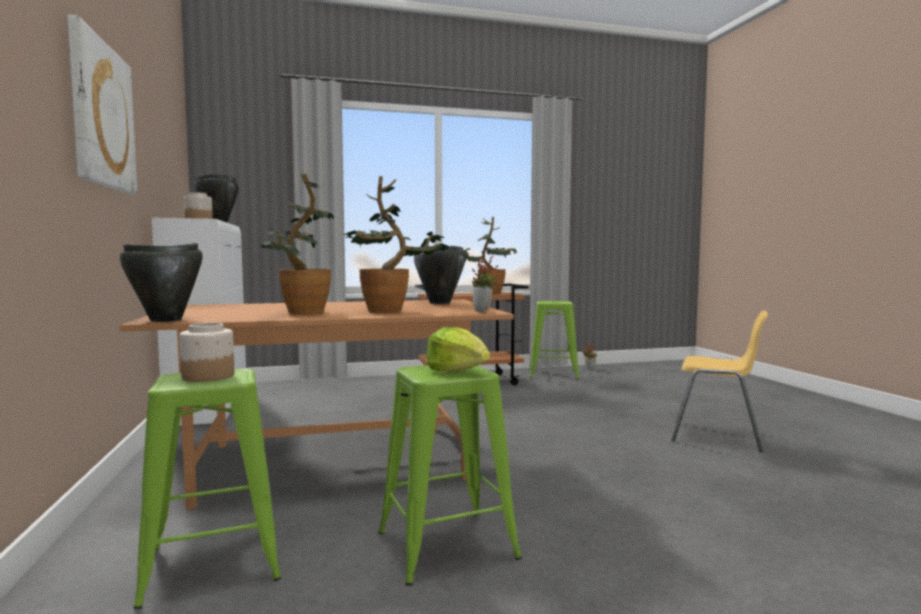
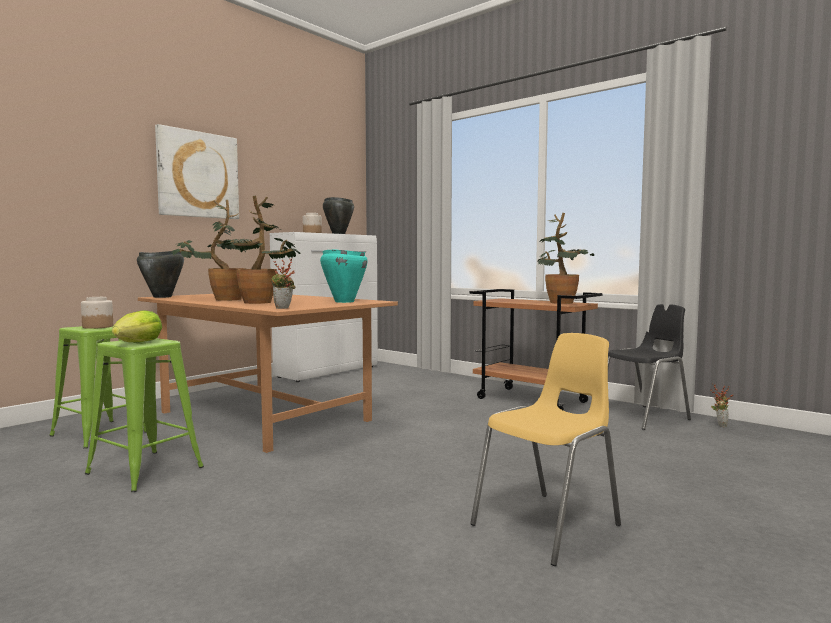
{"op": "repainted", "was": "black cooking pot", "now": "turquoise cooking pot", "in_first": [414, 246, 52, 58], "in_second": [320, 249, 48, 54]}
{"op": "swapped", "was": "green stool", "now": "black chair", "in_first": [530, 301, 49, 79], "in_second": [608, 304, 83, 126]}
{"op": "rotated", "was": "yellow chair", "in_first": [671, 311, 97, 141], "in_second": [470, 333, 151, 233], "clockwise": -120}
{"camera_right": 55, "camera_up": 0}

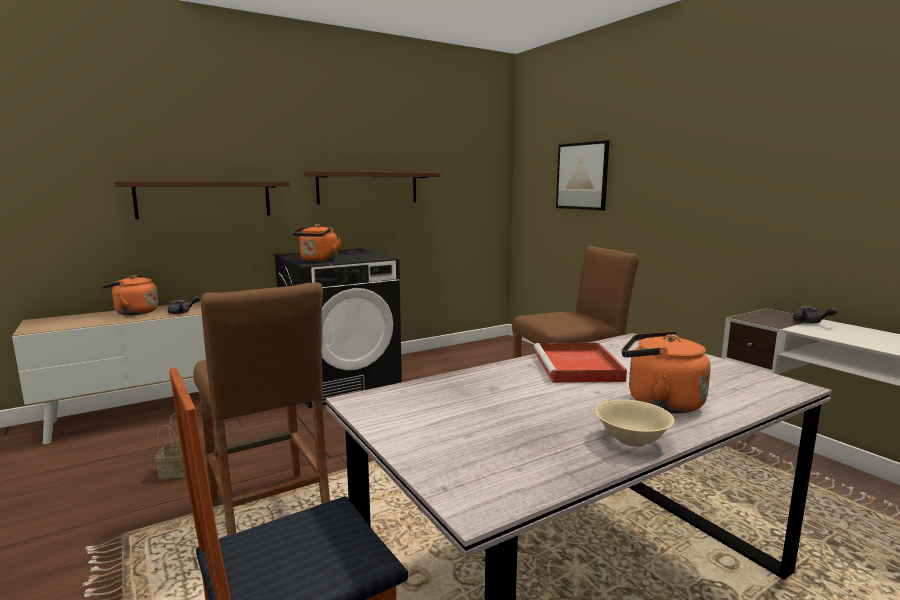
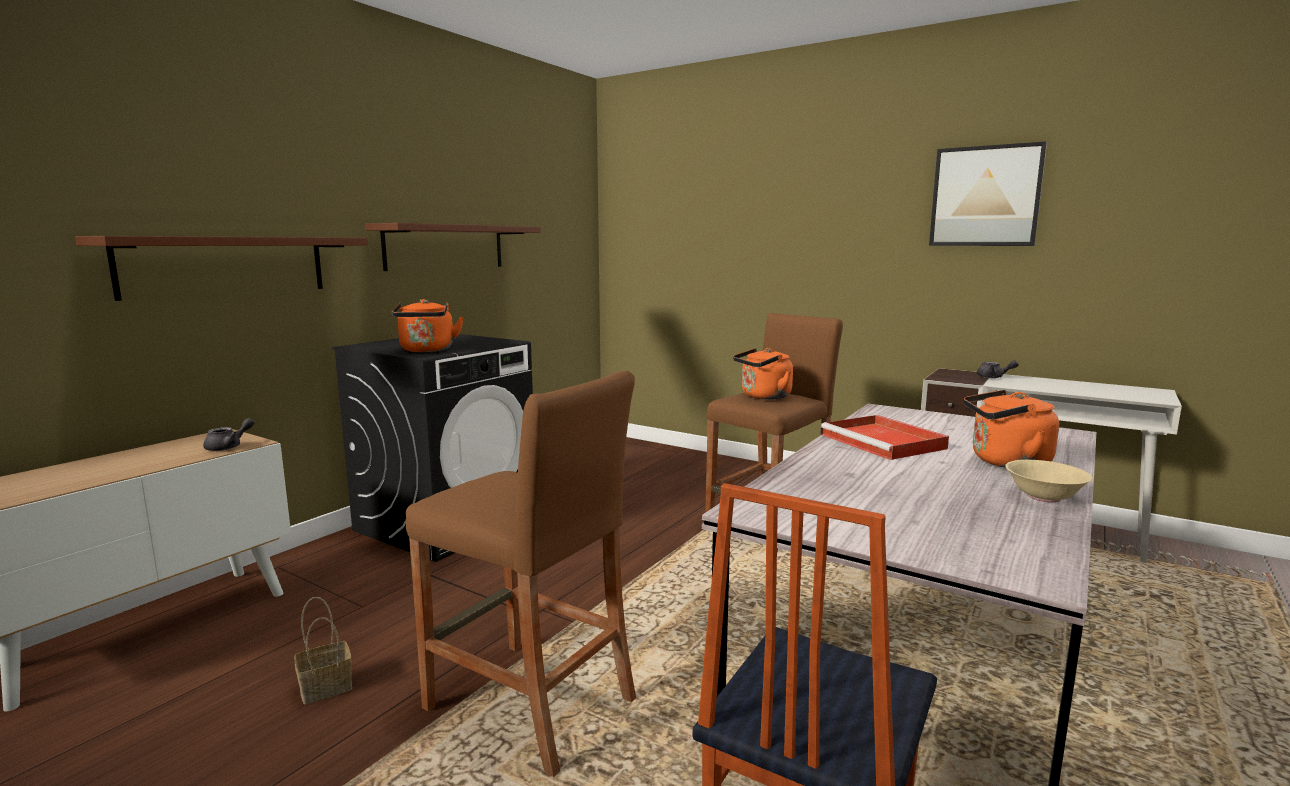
{"op": "shifted", "was": "orange kettle", "in_first": [102, 275, 57, 40], "in_second": [733, 348, 60, 52]}
{"op": "shifted", "was": "picture", "in_first": [556, 140, 53, 71], "in_second": [929, 141, 118, 105]}
{"camera_right": -25, "camera_up": 0}

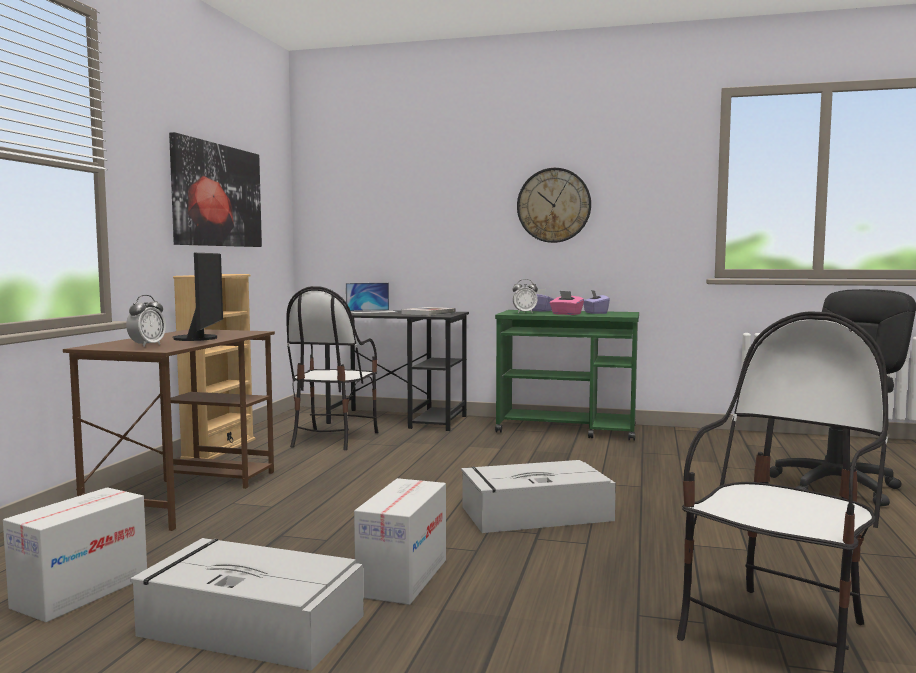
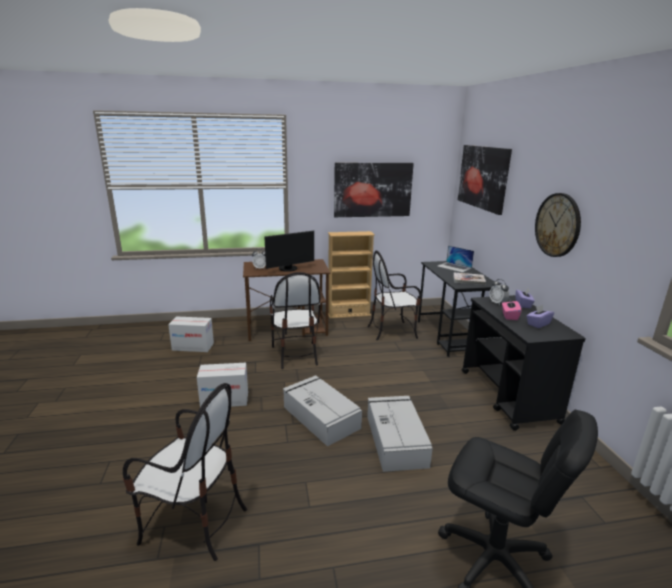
{"op": "shifted", "was": "grey storage box", "in_first": [131, 538, 233, 133], "in_second": [367, 396, 66, 76]}
{"op": "repainted", "was": "green cart", "now": "black cart", "in_first": [495, 310, 144, 131], "in_second": [462, 295, 124, 136]}
{"op": "new", "now": "chair", "in_second": [270, 272, 50, 97]}
{"op": "new", "now": "picture", "in_second": [458, 145, 54, 70]}
{"camera_right": 65, "camera_up": 15}

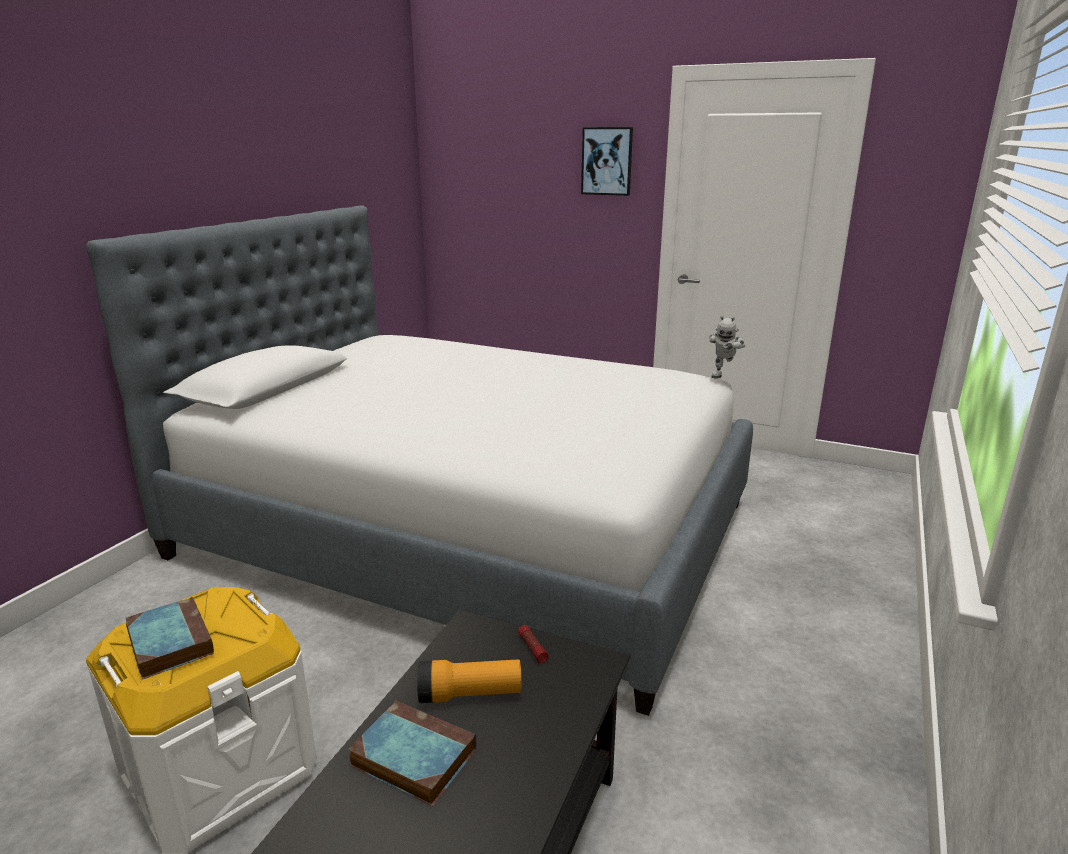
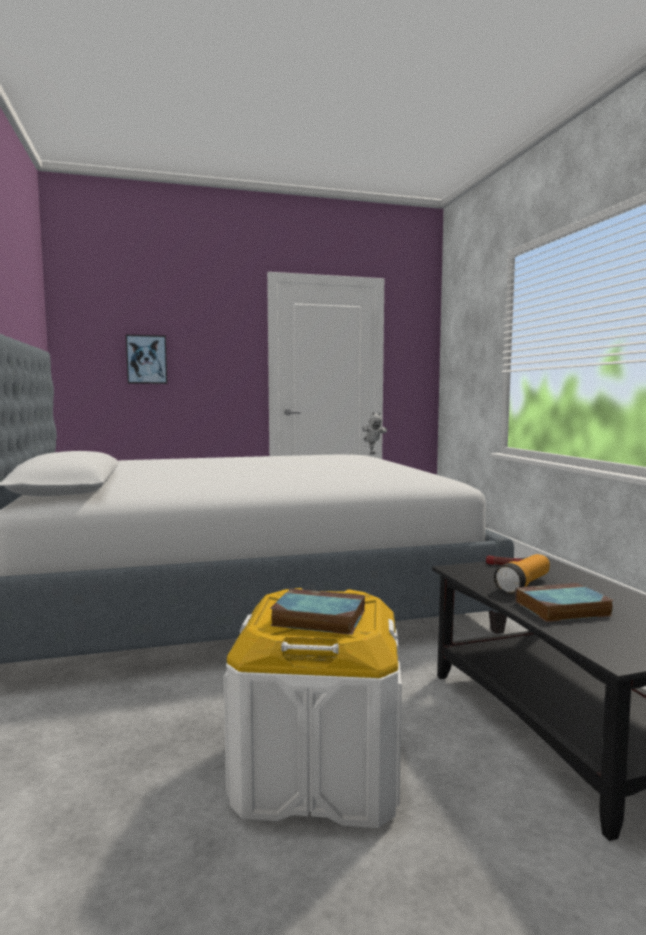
{"op": "shifted", "was": "picture", "in_first": [581, 127, 52, 69], "in_second": [126, 335, 41, 49]}
{"camera_right": -40, "camera_up": -15}

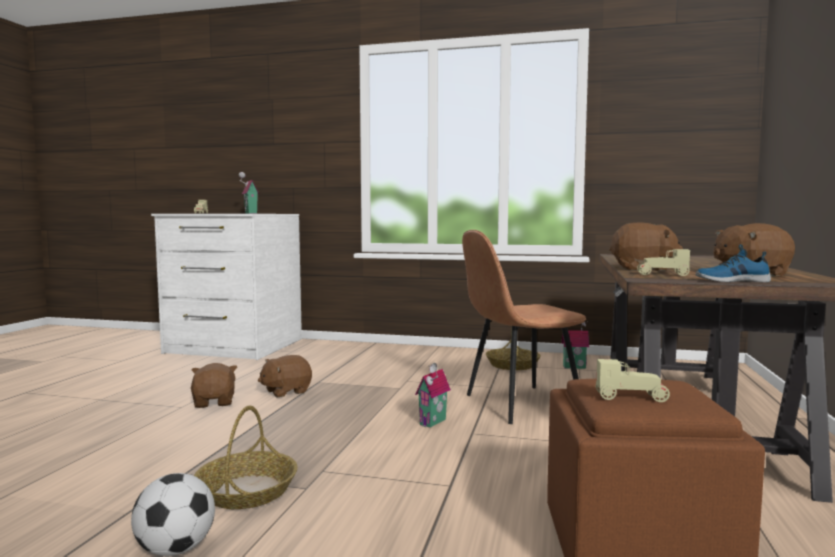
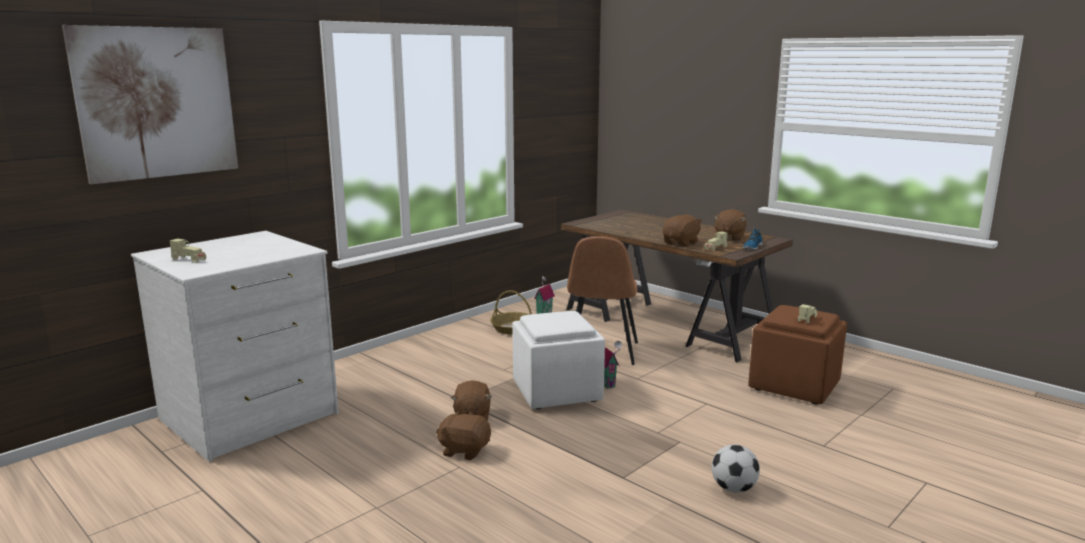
{"op": "gone", "was": "basket", "in_first": [194, 406, 104, 103]}
{"op": "gone", "was": "toy house", "in_first": [239, 172, 20, 42]}
{"op": "new", "now": "picture", "in_second": [62, 25, 176, 159]}
{"op": "new", "now": "white ottoman", "in_second": [513, 311, 92, 98]}
{"camera_right": -60, "camera_up": 10}

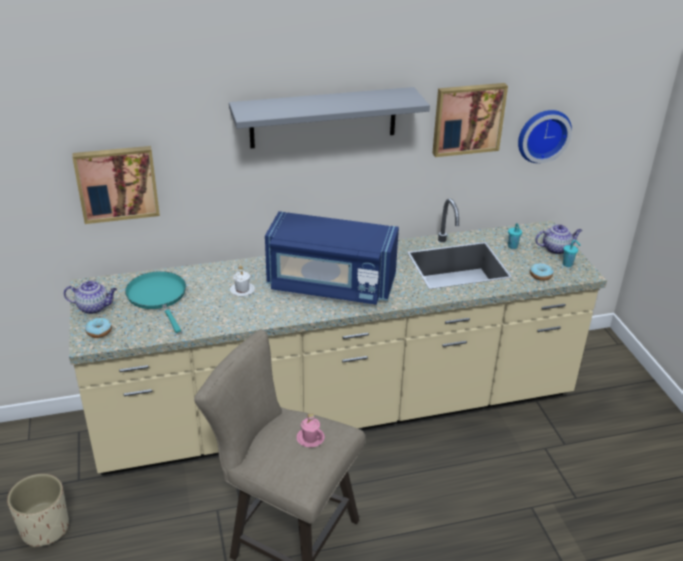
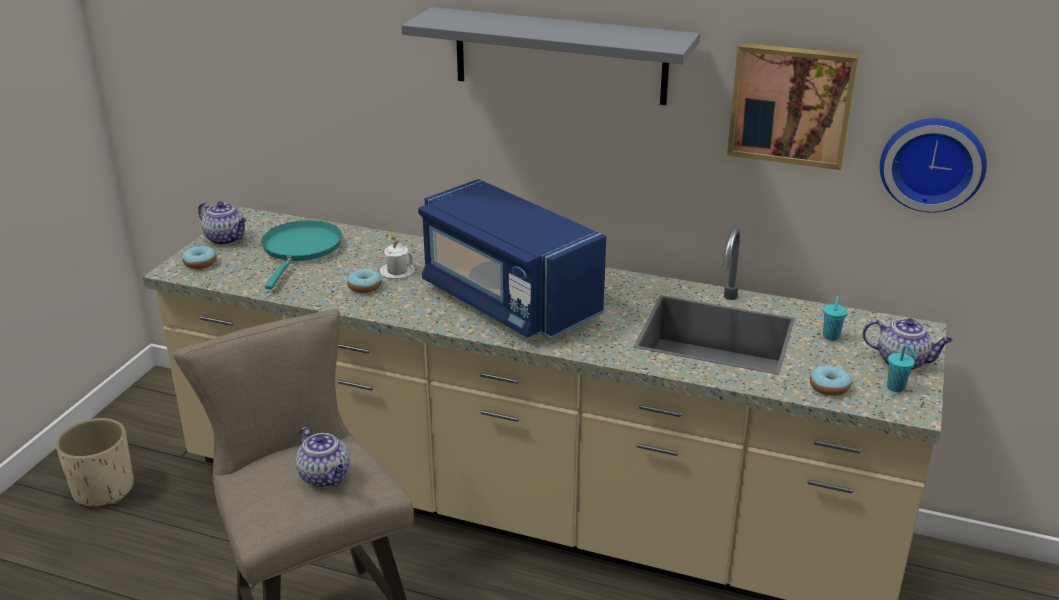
{"op": "gone", "was": "picture", "in_first": [72, 146, 88, 78]}
{"op": "swapped", "was": "pink mug", "now": "teapot", "in_first": [297, 413, 28, 34], "in_second": [296, 427, 54, 60]}
{"op": "new", "now": "donut", "in_second": [347, 268, 35, 25]}
{"camera_right": 35, "camera_up": -5}

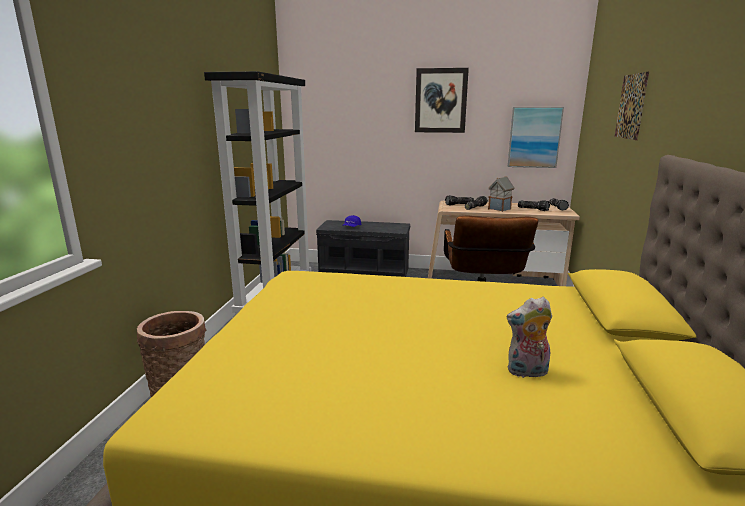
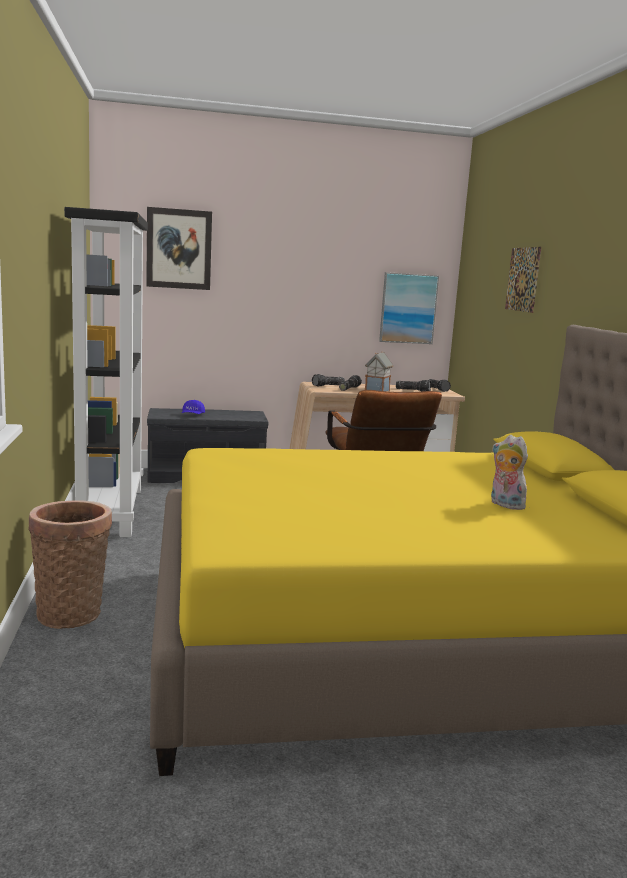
{"op": "shifted", "was": "picture", "in_first": [415, 68, 54, 65], "in_second": [146, 207, 66, 83]}
{"op": "rotated", "was": "plush toy", "in_first": [507, 297, 45, 81], "in_second": [491, 435, 37, 75], "clockwise": 75}
{"camera_right": -20, "camera_up": -5}

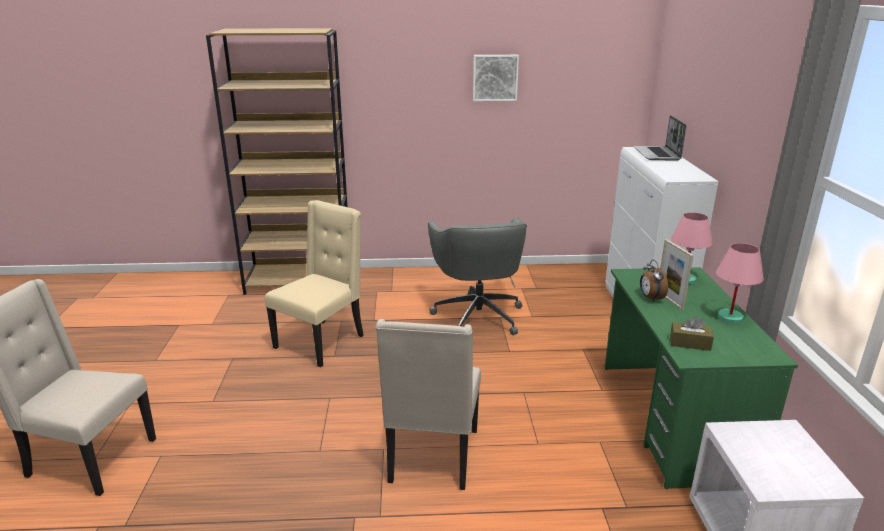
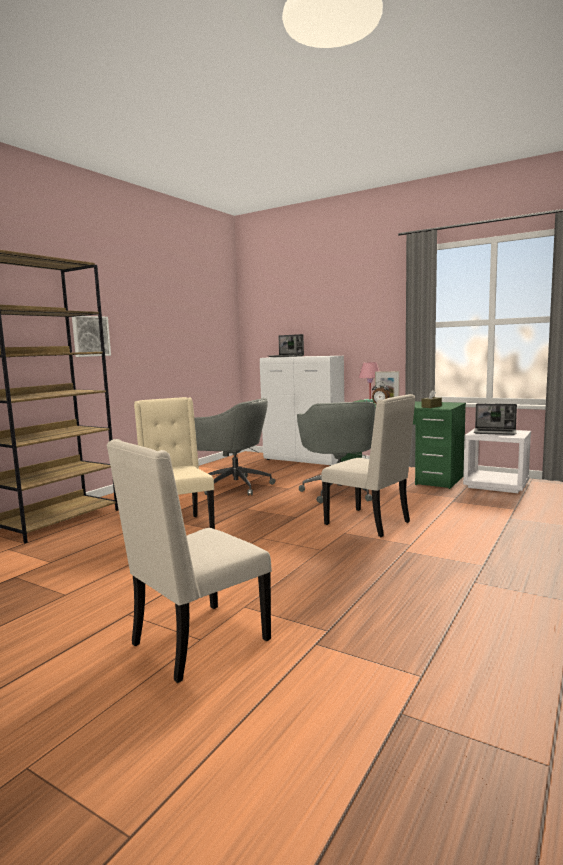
{"op": "shifted", "was": "picture", "in_first": [473, 55, 46, 46], "in_second": [72, 316, 39, 41]}
{"op": "gone", "was": "pink table lamp", "in_first": [716, 243, 48, 81]}
{"op": "new", "now": "grey office chair", "in_second": [297, 402, 79, 101]}
{"op": "new", "now": "laptop", "in_second": [474, 404, 43, 31]}
{"camera_right": -55, "camera_up": -15}

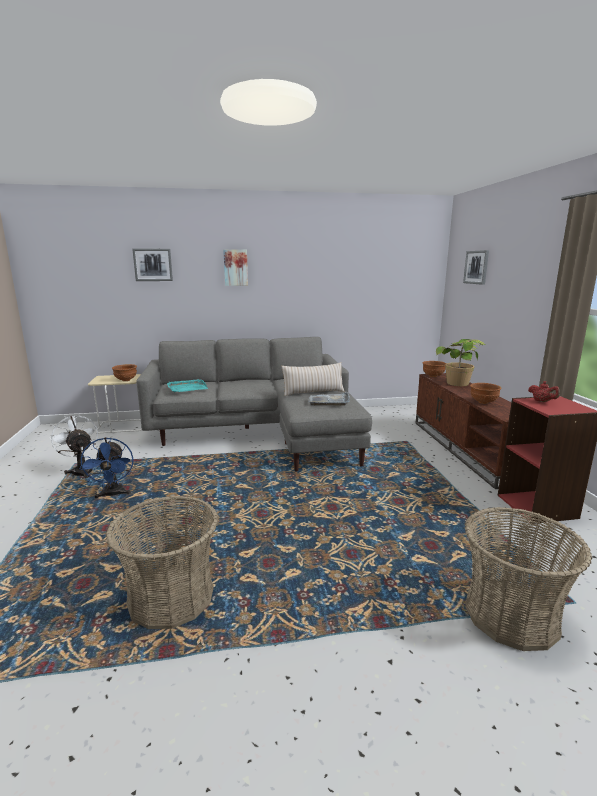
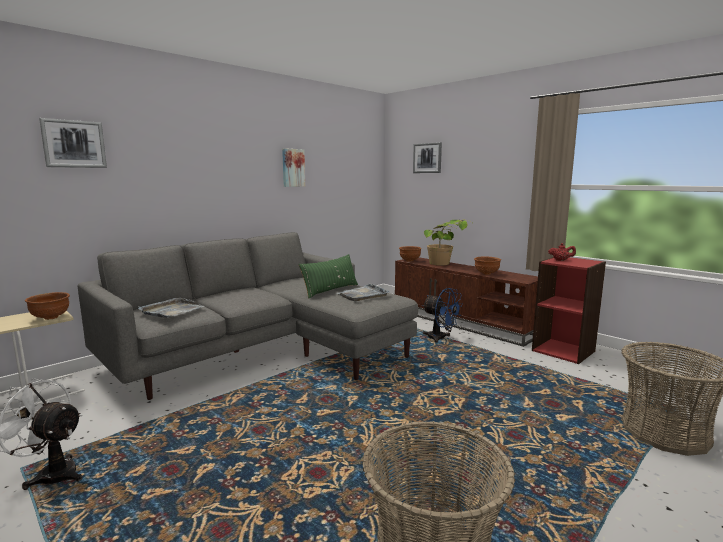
{"op": "shifted", "was": "blue fan", "in_first": [79, 437, 55, 61], "in_second": [422, 288, 41, 55]}
{"op": "repainted", "was": "turquoise tray", "now": "grey tray", "in_first": [167, 379, 41, 13], "in_second": [138, 298, 66, 20]}
{"op": "shifted", "was": "picture", "in_first": [223, 249, 25, 37], "in_second": [282, 148, 23, 39]}
{"op": "repainted", "was": "beige pillow", "now": "green pillow", "in_first": [281, 362, 63, 34], "in_second": [299, 254, 59, 45]}
{"camera_right": -35, "camera_up": -5}

